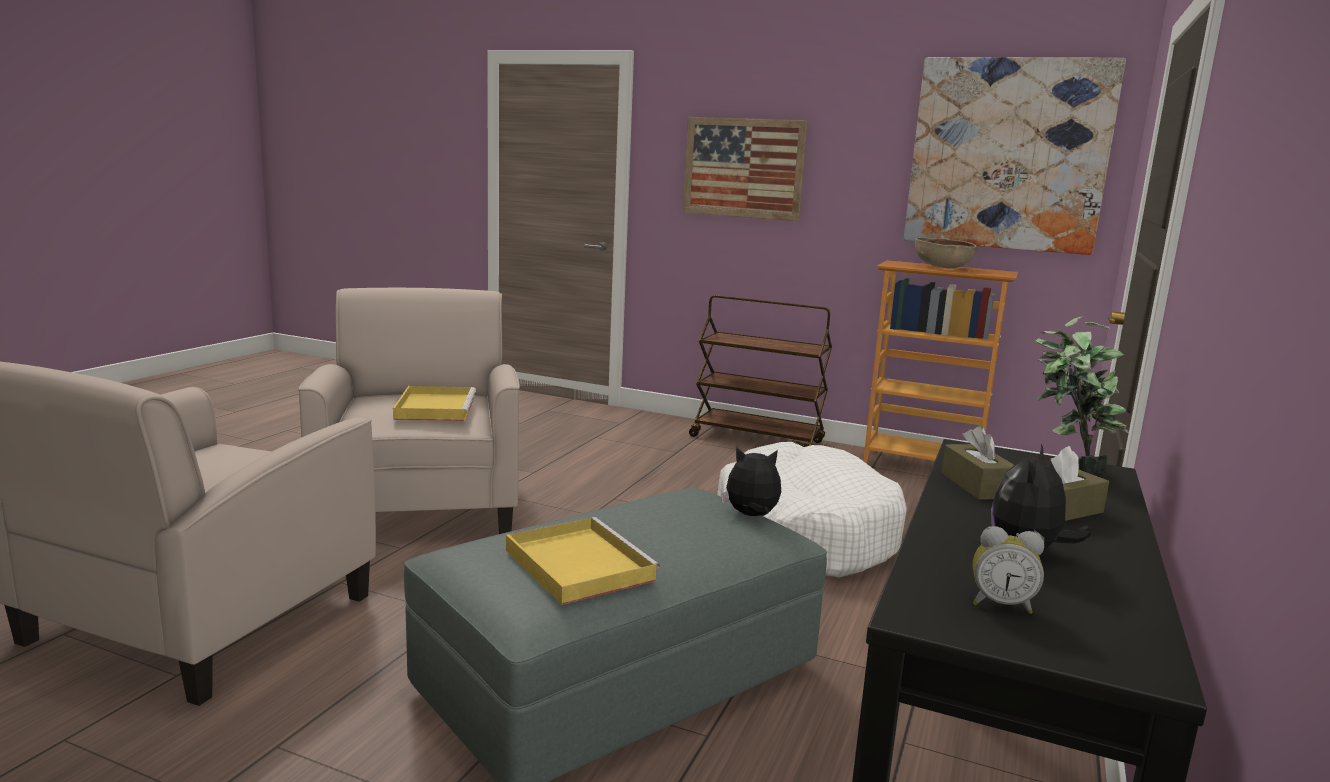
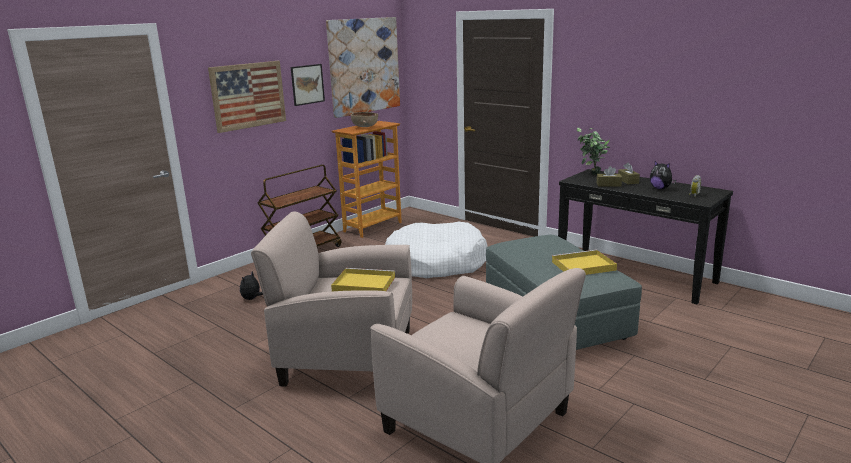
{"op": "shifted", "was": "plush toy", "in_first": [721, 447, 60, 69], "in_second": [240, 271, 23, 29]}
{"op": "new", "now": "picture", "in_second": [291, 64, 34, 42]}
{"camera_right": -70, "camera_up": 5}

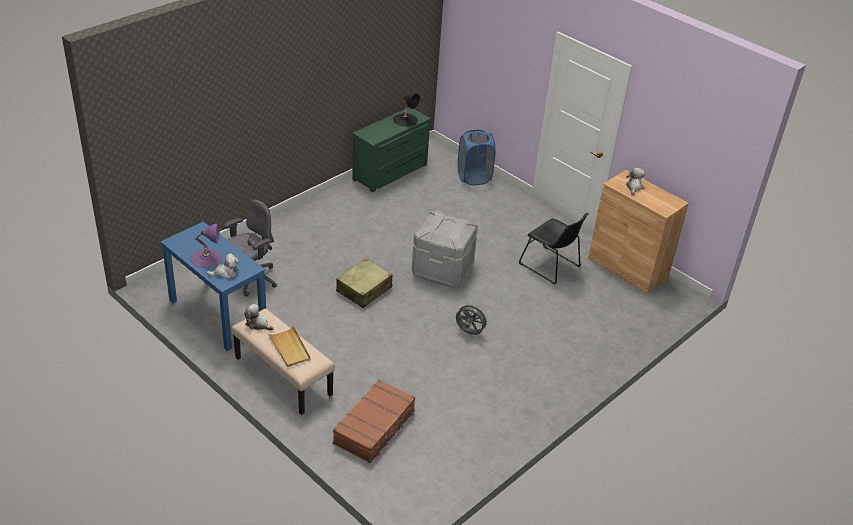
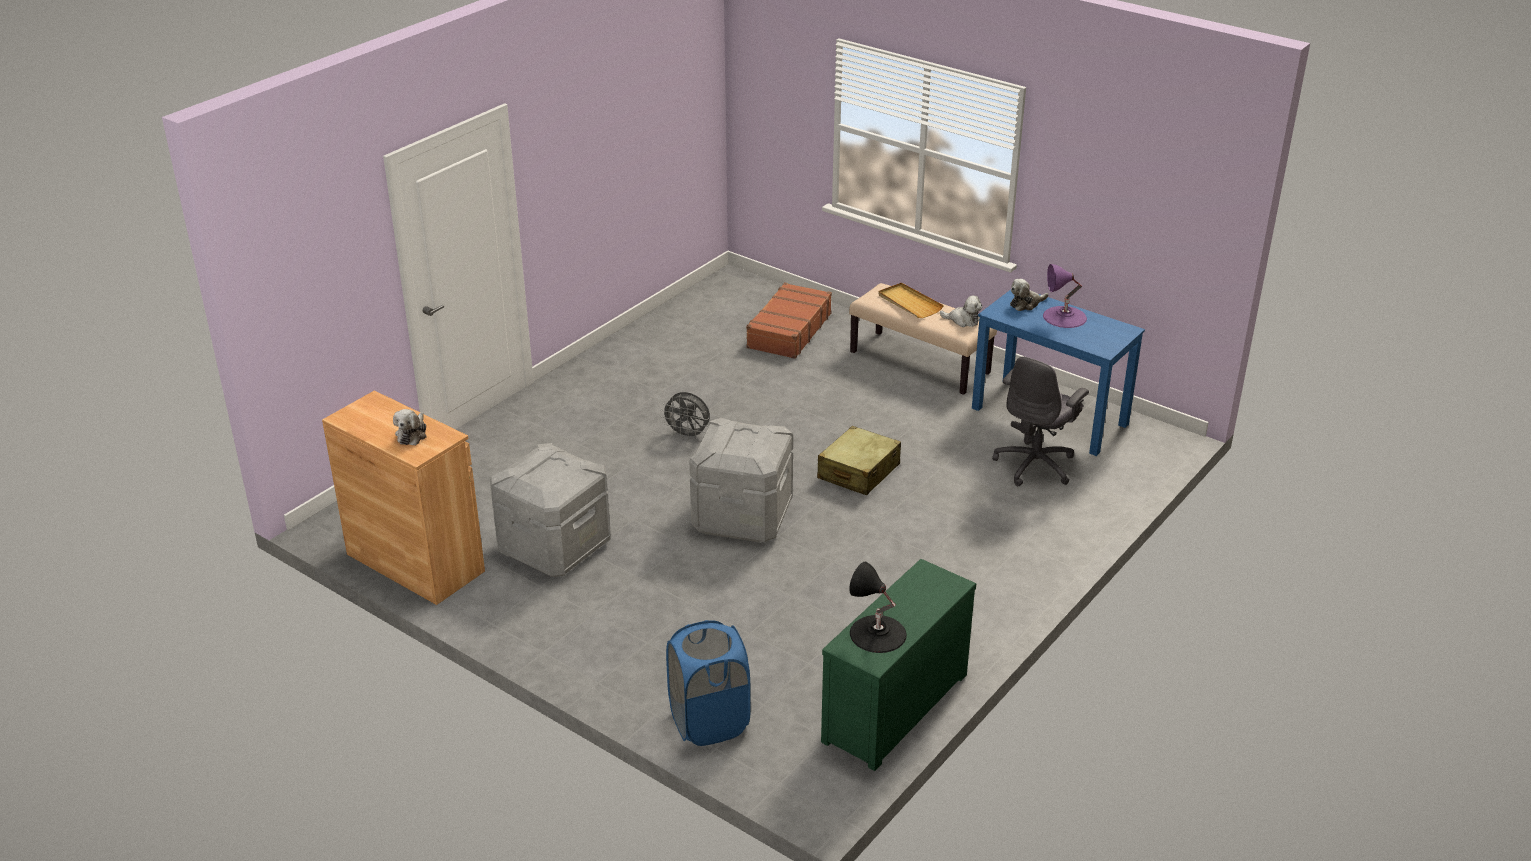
{"op": "swapped", "was": "black chair", "now": "grey storage box", "in_first": [519, 213, 70, 72], "in_second": [490, 443, 121, 134]}
{"camera_right": 175, "camera_up": -5}

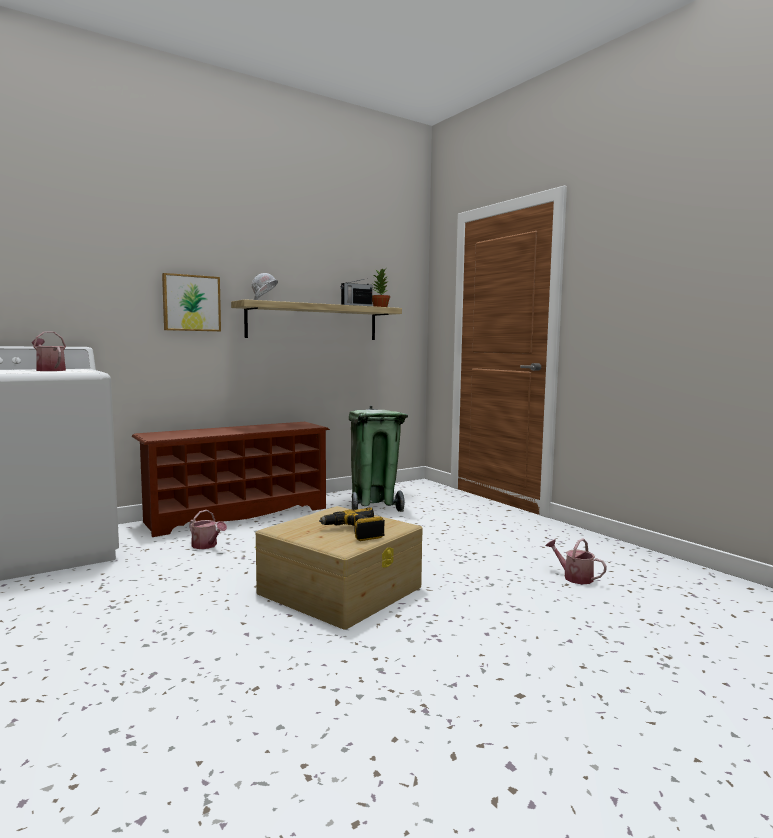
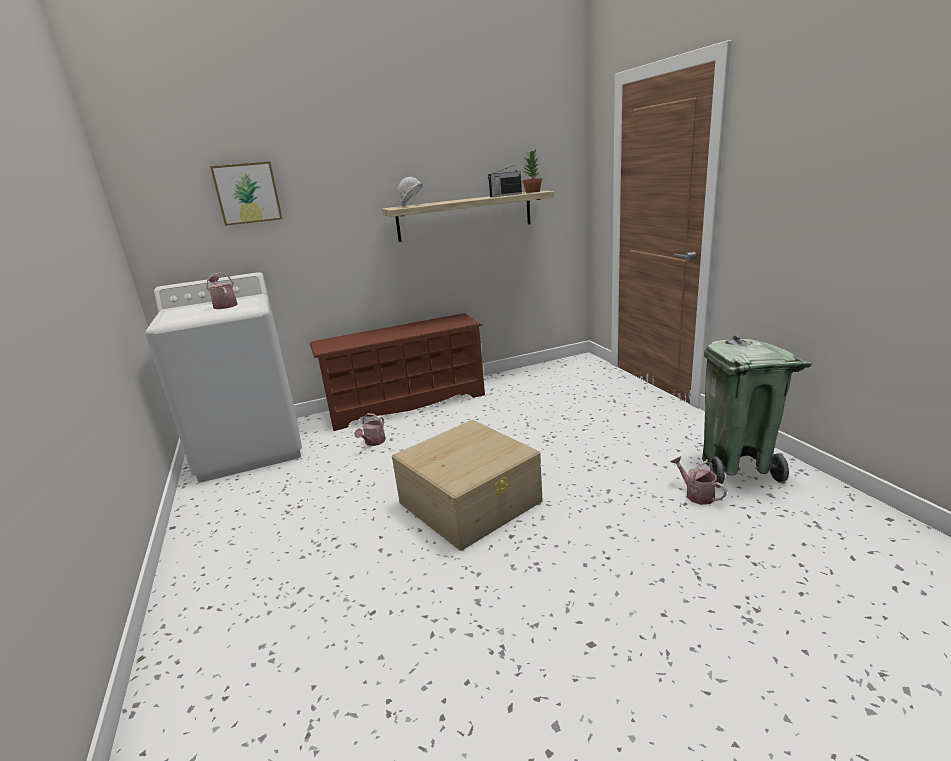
{"op": "shifted", "was": "picture", "in_first": [162, 273, 59, 59], "in_second": [210, 161, 73, 65]}
{"op": "rotated", "was": "watering can", "in_first": [189, 510, 38, 39], "in_second": [354, 413, 32, 33], "clockwise": 60}
{"op": "gone", "was": "power drill", "in_first": [319, 507, 66, 34]}
{"op": "shifted", "was": "green trash can", "in_first": [349, 405, 59, 107], "in_second": [702, 335, 110, 153]}
{"camera_right": 15, "camera_up": 15}

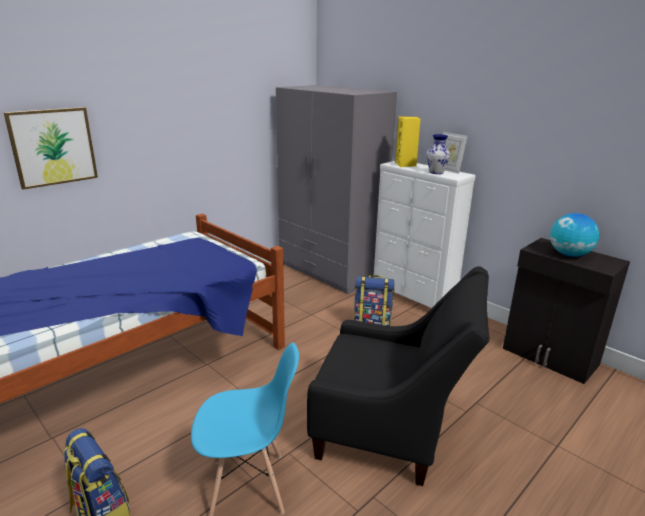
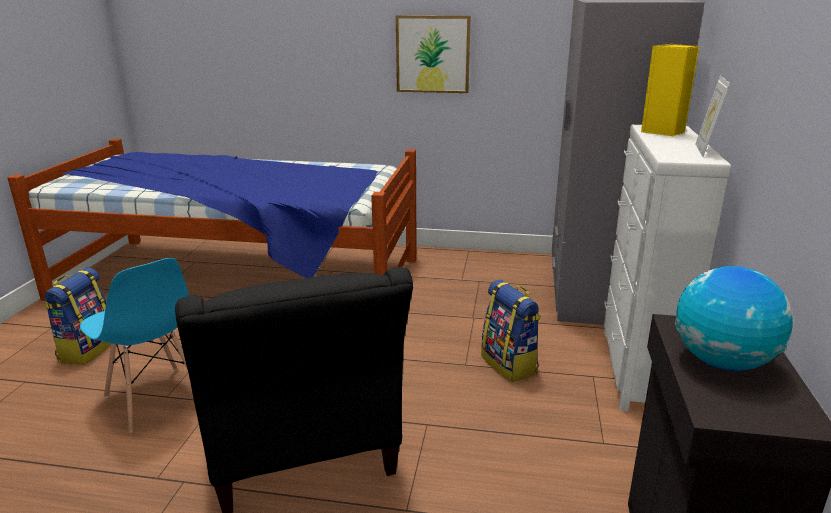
{"op": "shifted", "was": "picture", "in_first": [4, 107, 94, 82], "in_second": [396, 15, 75, 78]}
{"op": "gone", "was": "vase", "in_first": [426, 134, 24, 40]}
{"camera_right": 55, "camera_up": 0}

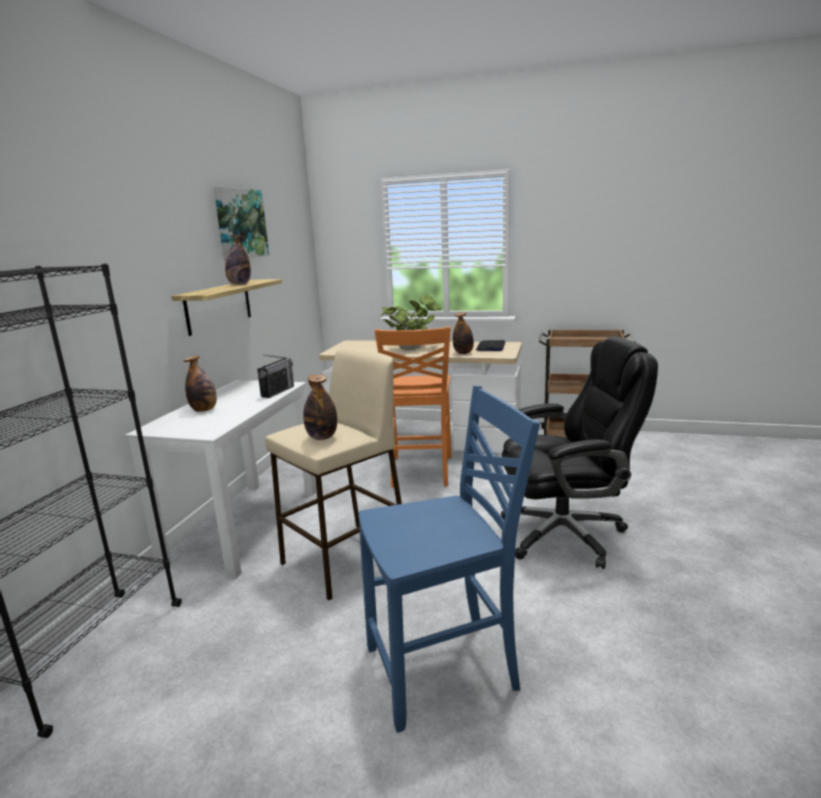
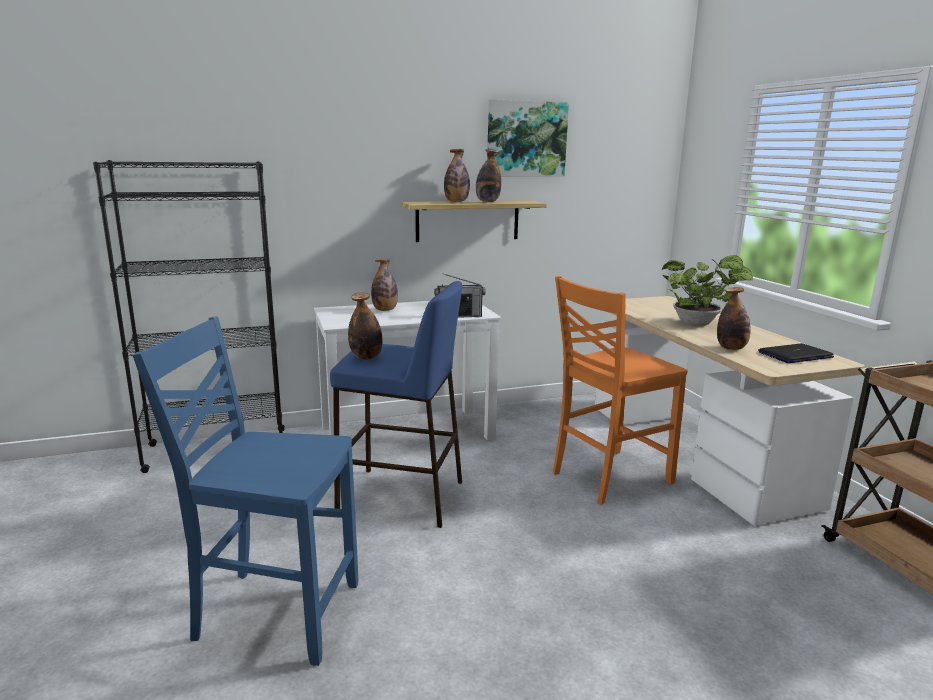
{"op": "repainted", "was": "beige stool", "now": "blue stool", "in_first": [265, 348, 137, 252], "in_second": [330, 281, 132, 247]}
{"op": "rotated", "was": "blue chair", "in_first": [358, 386, 182, 347], "in_second": [133, 316, 225, 350], "clockwise": 150}
{"op": "gone", "was": "black office chair", "in_first": [501, 337, 157, 232]}
{"op": "new", "now": "bottle", "in_second": [444, 149, 26, 53]}
{"camera_right": 55, "camera_up": 0}

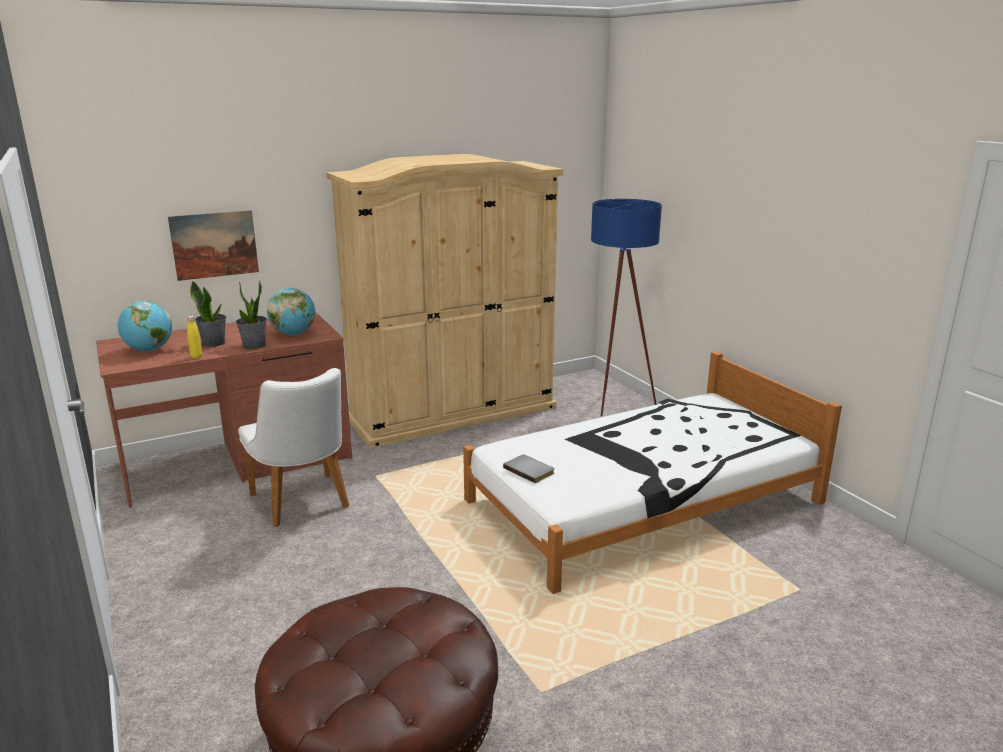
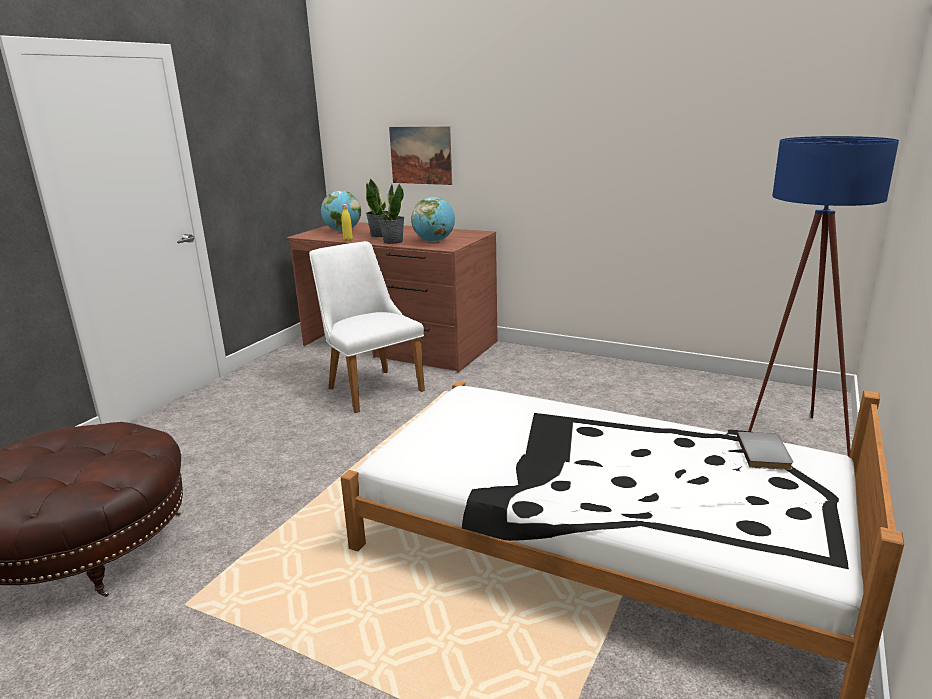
{"op": "rotated", "was": "white chair", "in_first": [238, 368, 111, 159], "in_second": [309, 241, 116, 172], "clockwise": 120}
{"op": "gone", "was": "beige wardrobe", "in_first": [326, 154, 237, 294]}
{"op": "shifted", "was": "grey book", "in_first": [503, 455, 52, 28], "in_second": [737, 432, 56, 38]}
{"camera_right": 55, "camera_up": 0}

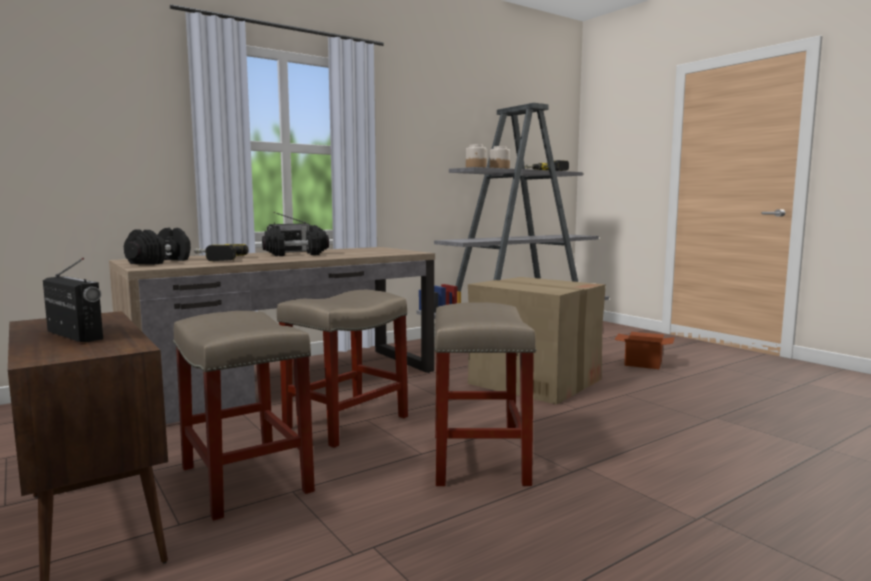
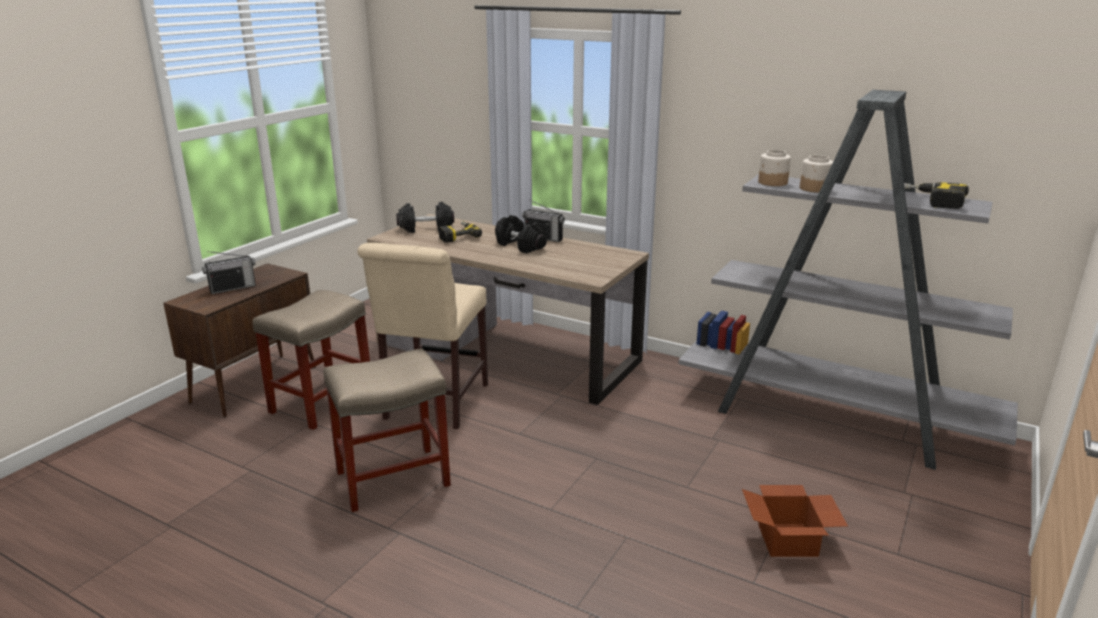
{"op": "rotated", "was": "radio", "in_first": [43, 258, 60, 84], "in_second": [202, 251, 54, 43], "clockwise": 45}
{"op": "swapped", "was": "beige stool", "now": "beige chair", "in_first": [277, 290, 131, 158], "in_second": [357, 243, 131, 186]}
{"op": "gone", "was": "cardboard box", "in_first": [468, 277, 138, 128]}
{"camera_right": 65, "camera_up": 15}

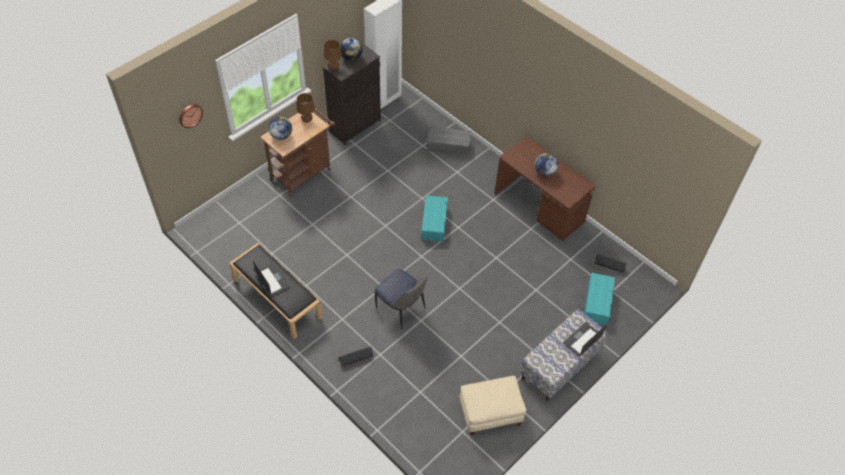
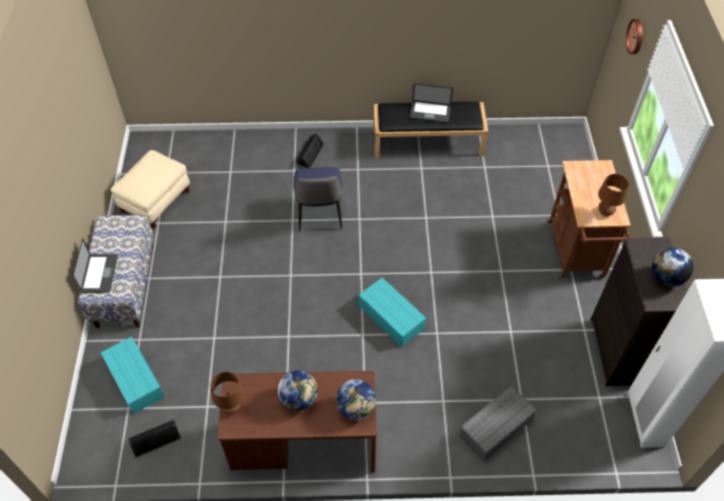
{"op": "shifted", "was": "globe", "in_first": [269, 117, 23, 23], "in_second": [336, 379, 40, 41]}
{"op": "shifted", "was": "brown table lamp", "in_first": [324, 40, 18, 30], "in_second": [210, 372, 34, 42]}
{"op": "rotated", "was": "chair", "in_first": [375, 269, 52, 61], "in_second": [293, 167, 49, 64], "clockwise": -90}
{"camera_right": 135, "camera_up": 0}

